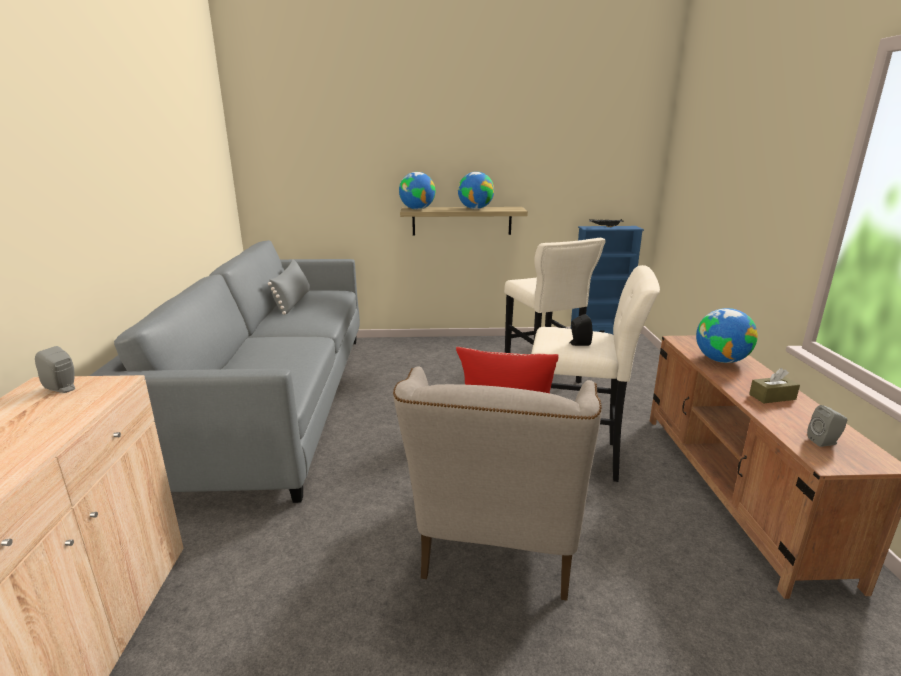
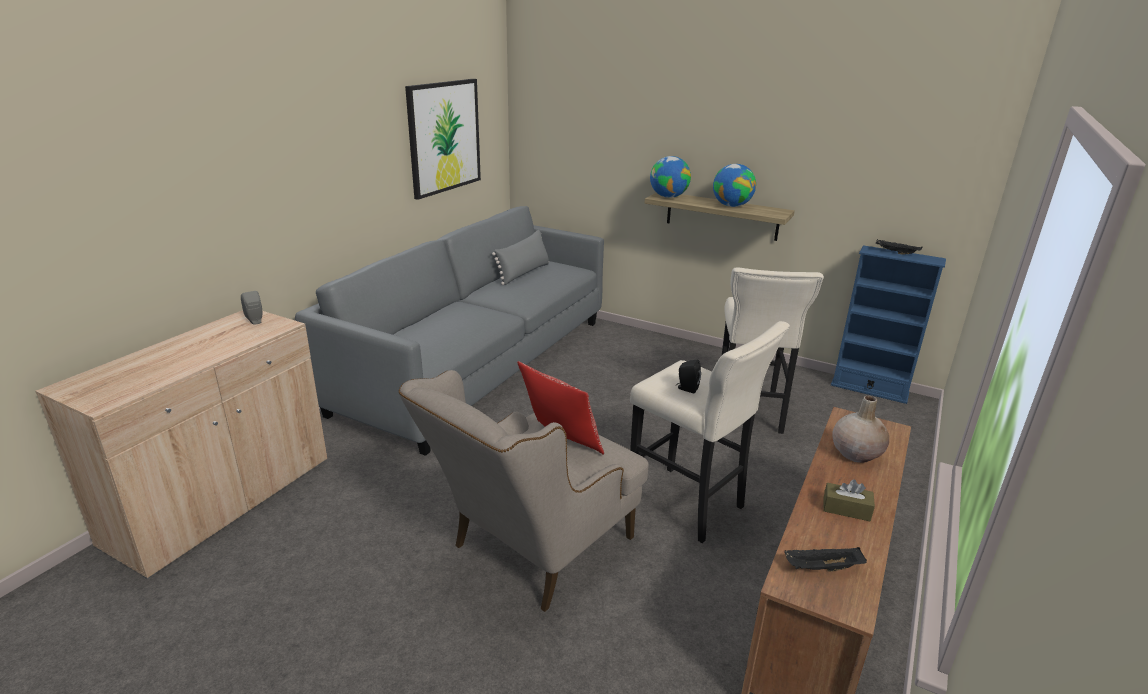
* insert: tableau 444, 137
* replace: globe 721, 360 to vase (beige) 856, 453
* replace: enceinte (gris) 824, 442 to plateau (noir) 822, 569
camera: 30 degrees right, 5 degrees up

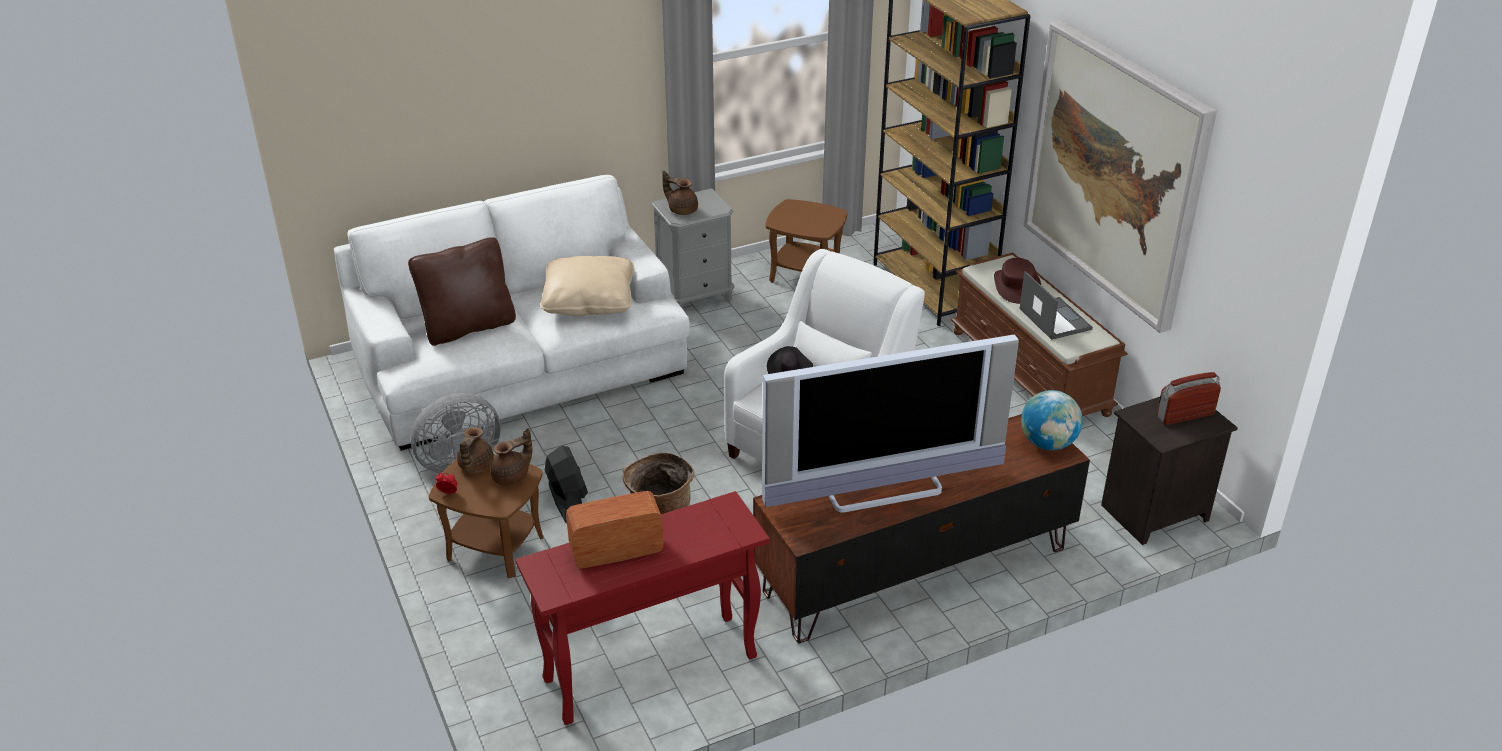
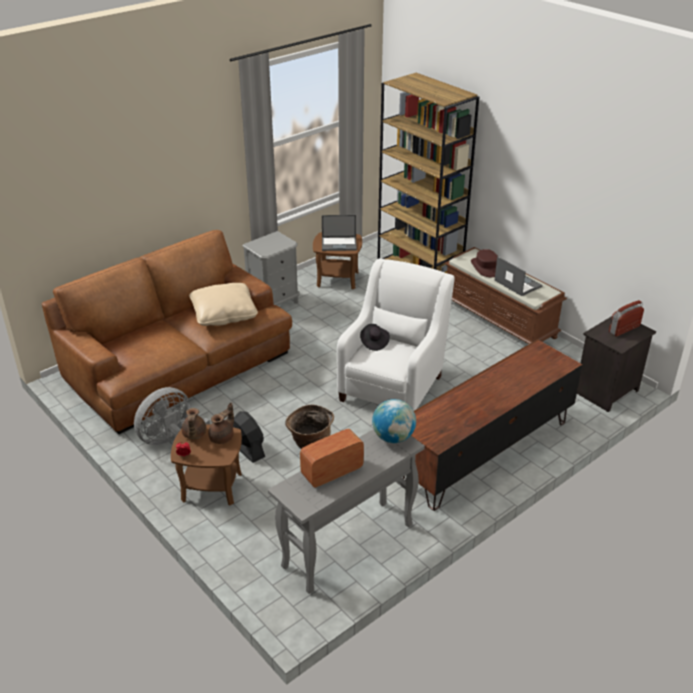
* delete: coussin (marron) 468, 327
* delete: théière (marron) 682, 209
* delete: téléviseur 884, 488
* delete: tableau 1115, 173
* insert: ordinateur portable 339, 243
* move: globe 1048, 444 to 393, 437
* recolor: canapé (blanc) 520, 365 to canapé (marron) 177, 364
* recolor: table console (rouge) 649, 669 to table console (gris) 347, 546
camera: 15 degrees left, 0 degrees up

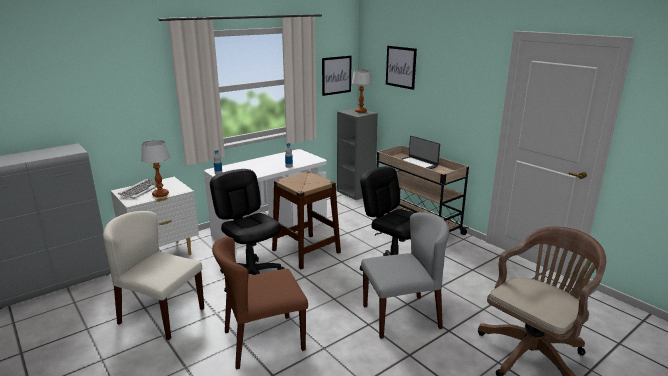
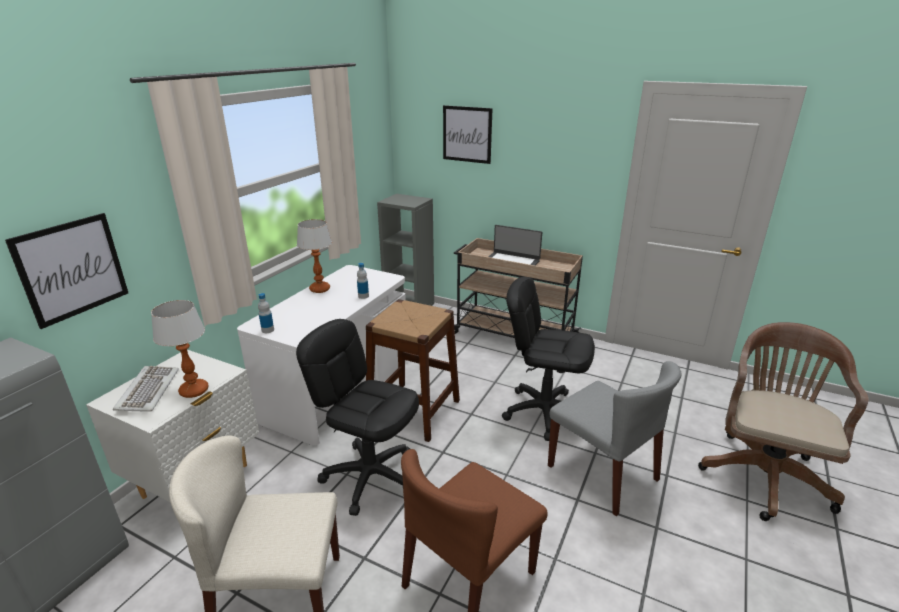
* move: tableau 336, 75 to 72, 269
* move: lampe de table 361, 111 to 320, 289
* rotate: chaise (gris) 401, 316 = 603, 473 90 degrees clockwise
camera: 25 degrees left, 5 degrees up

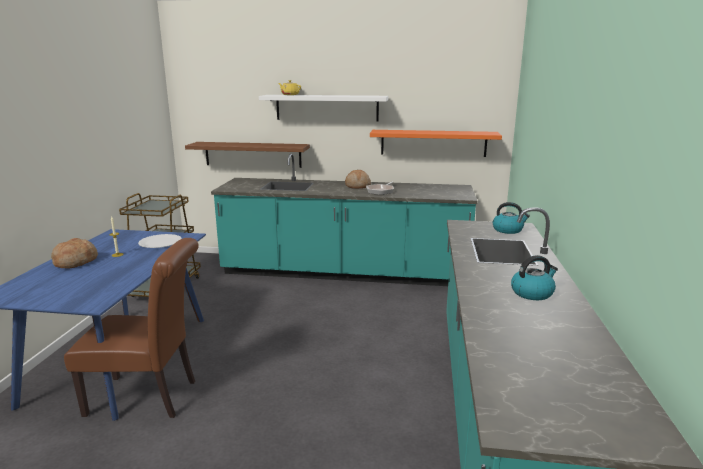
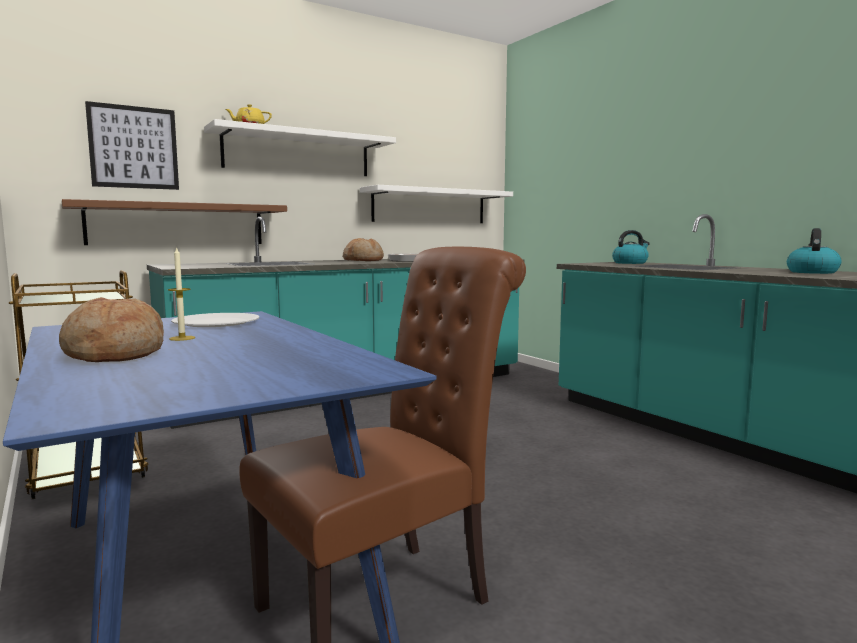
* insert: tableau 134, 147
* recolor: étagère (orange) 433, 143 to étagère (blanc) 430, 206
camera: 40 degrees left, 10 degrees down

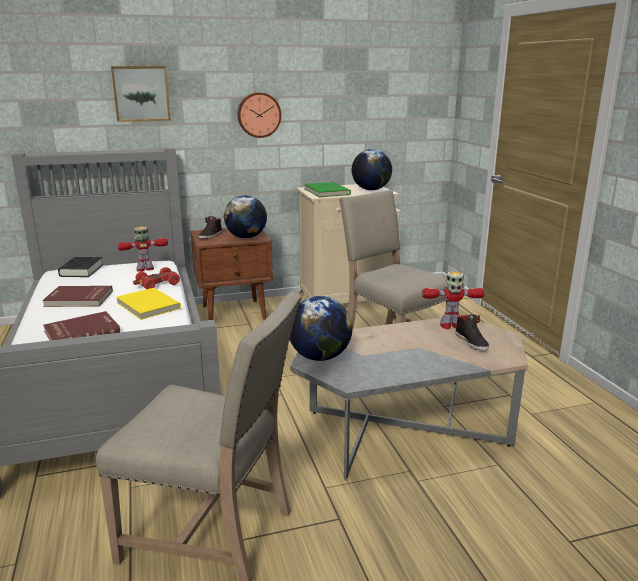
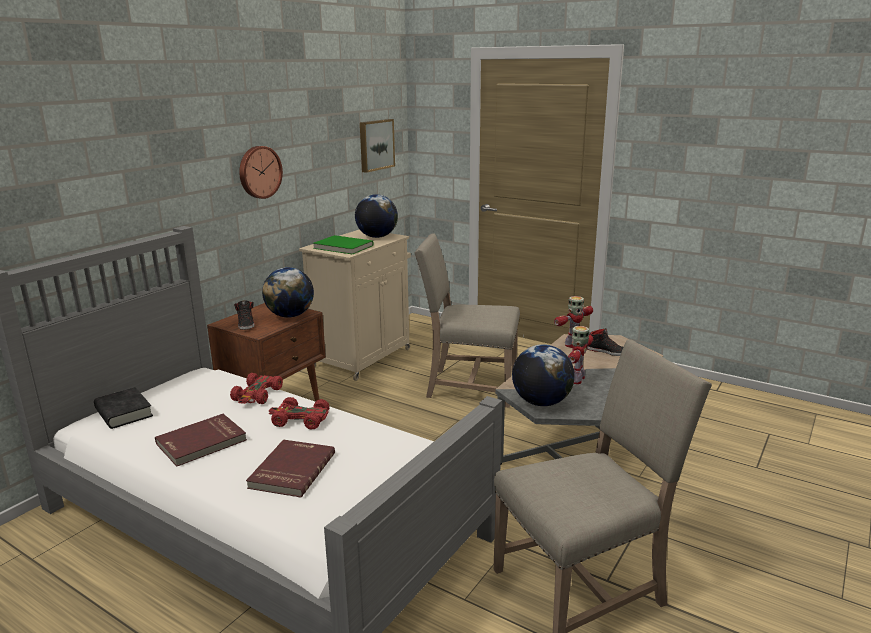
* move: tableau 141, 93 to 375, 145
* move: robot jouet 145, 269 to 576, 379
* replace: livre (jaune) 147, 306 to petite voiture (rouge) 300, 420
camera: 40 degrees left, 0 degrees up

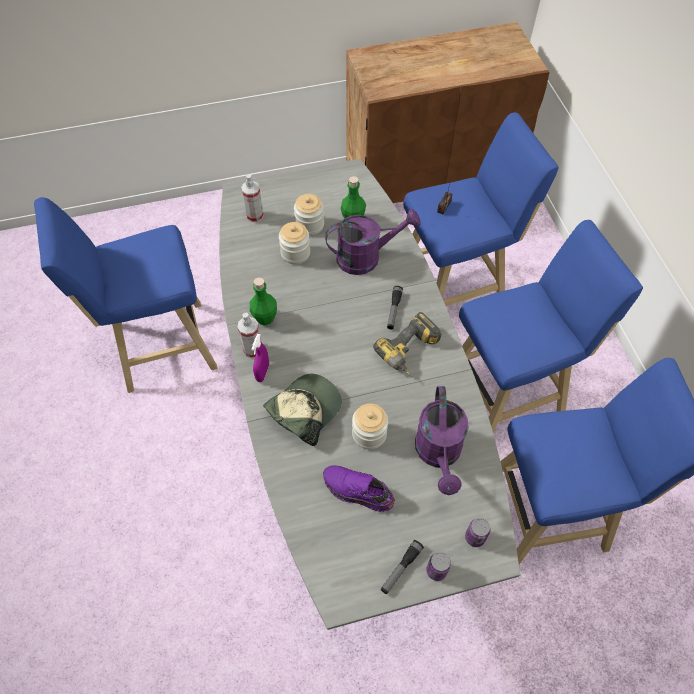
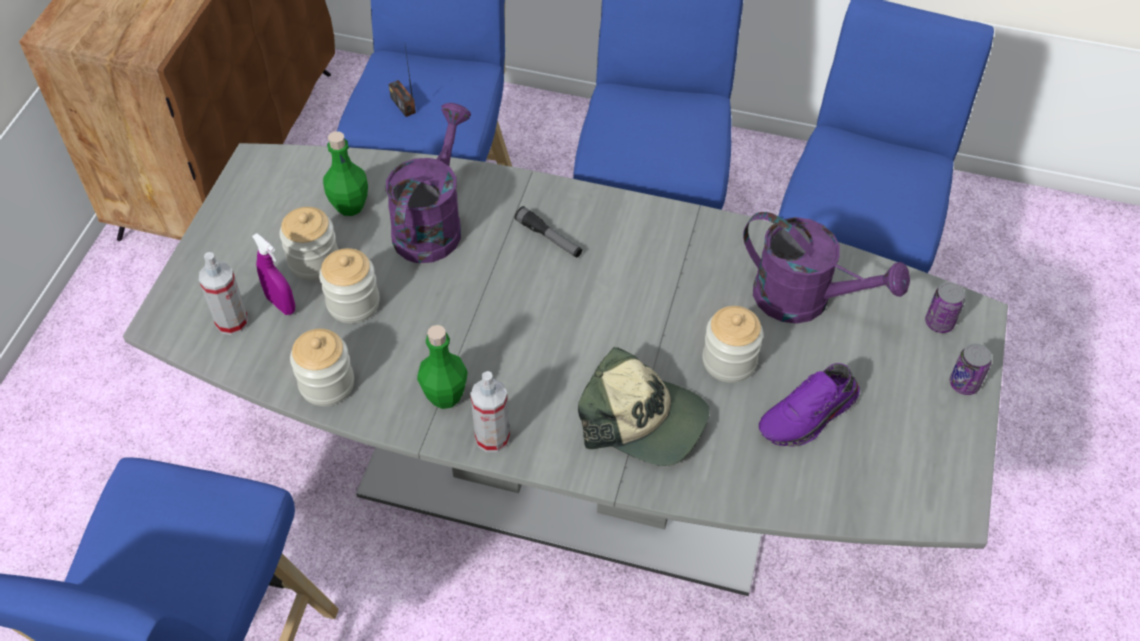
* delete: perceuse 410, 353
* delete: lampe de poche 401, 568
* insert: bocal 327, 384
* move: vaporisateur (violet) 262, 373 to 281, 304
* rotate: casquette 304, 410 = 643, 420 135 degrees clockwise
camera: 60 degrees left, 5 degrees down

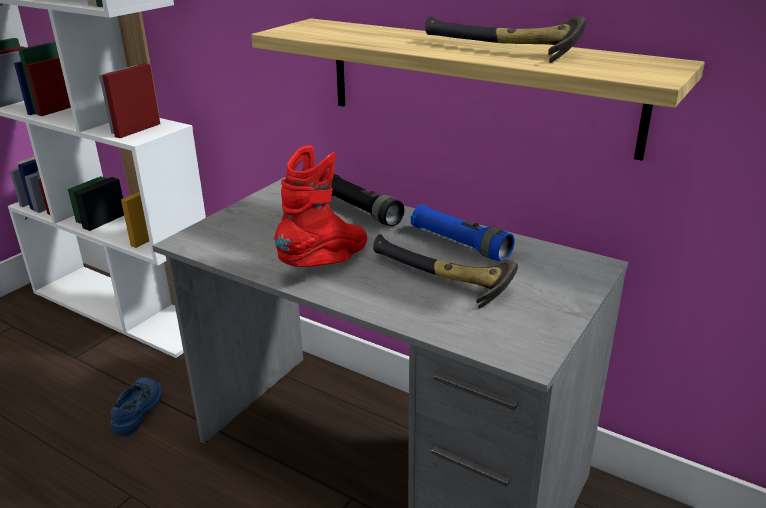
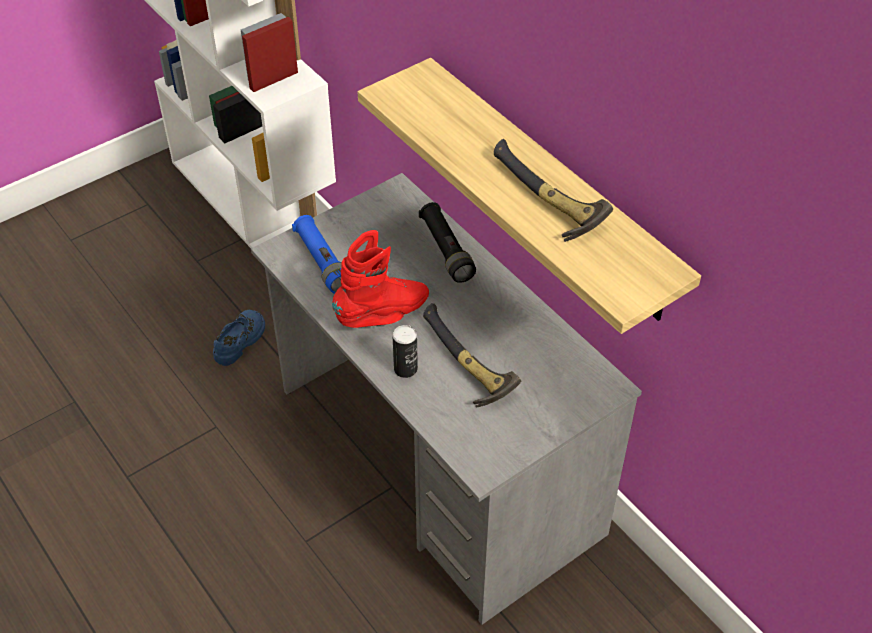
* insert: boîte métallique 405, 369
* move: lampe de poche (bleu) 460, 244 to 322, 262
camera: 20 degrees right, 20 degrees up

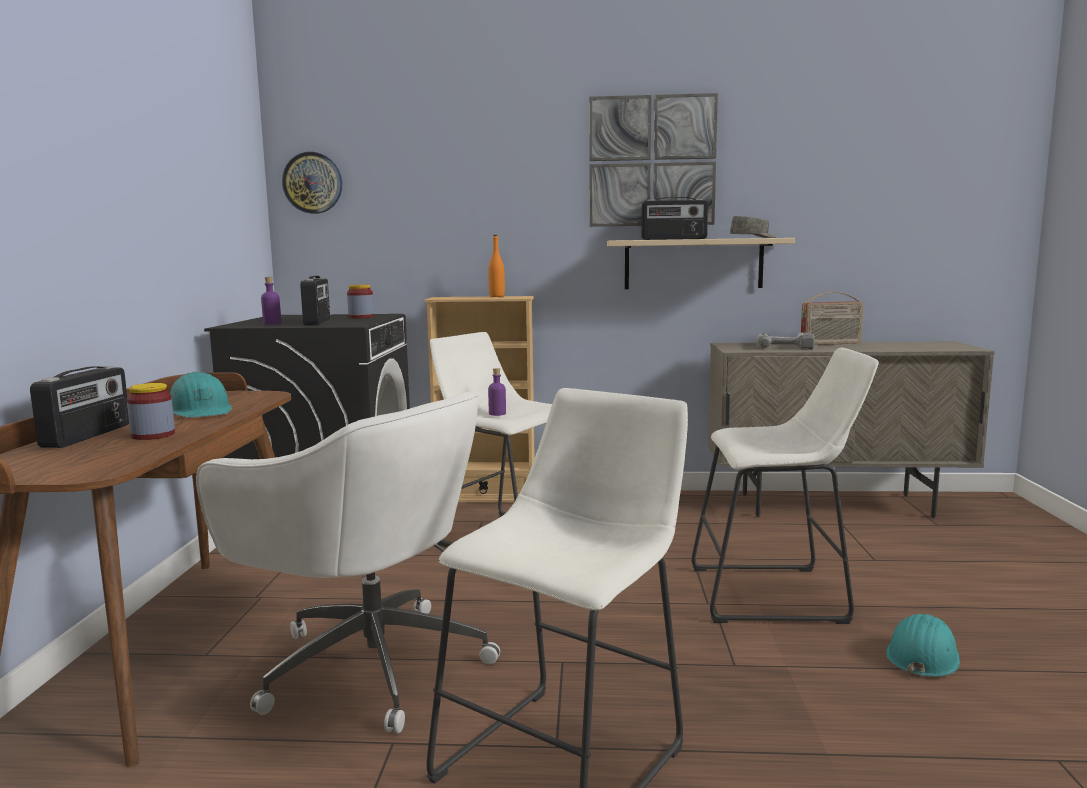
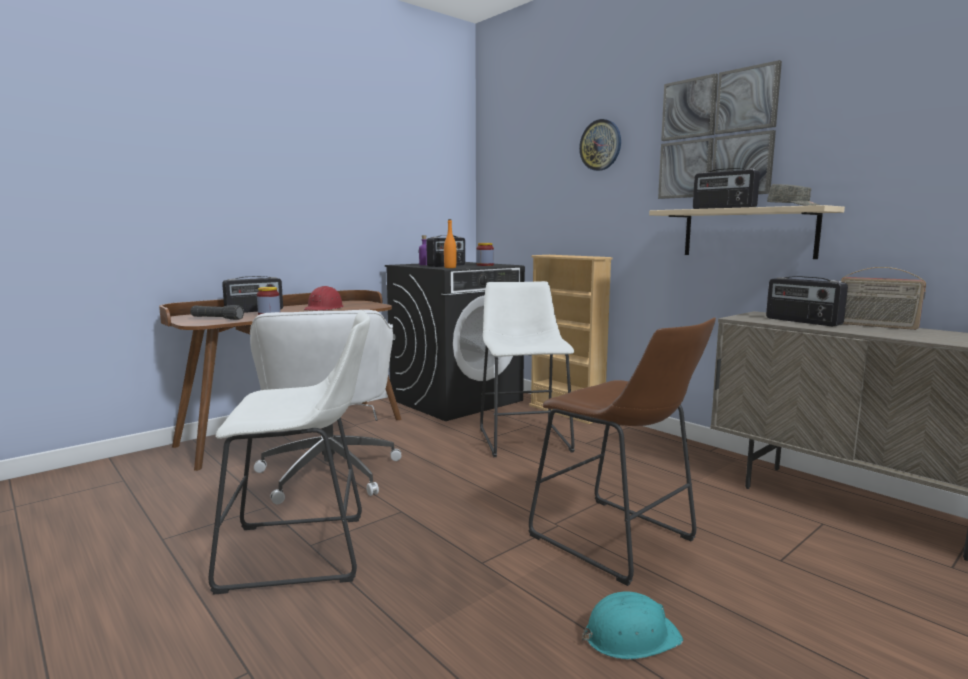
* delete: bouteille (violet) 497, 413
* insert: lampe de poche (noir) 217, 319
* move: horloge murale 313, 183 to 600, 145
* move: bouteille (orange) 497, 296 to 450, 267
* replace: perceuse 782, 347 to radio 802, 321
* recolor: casque de chantier (turquoise) 200, 411 to casque de chantier (rouge) 324, 308
* recolor: tabouret (blanc) 776, 595 to tabouret (marron) 618, 542
camera: 45 degrees right, 0 degrees up

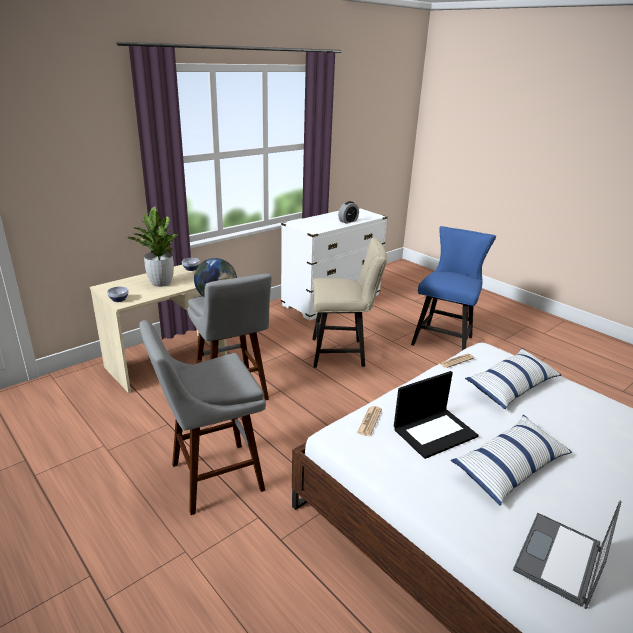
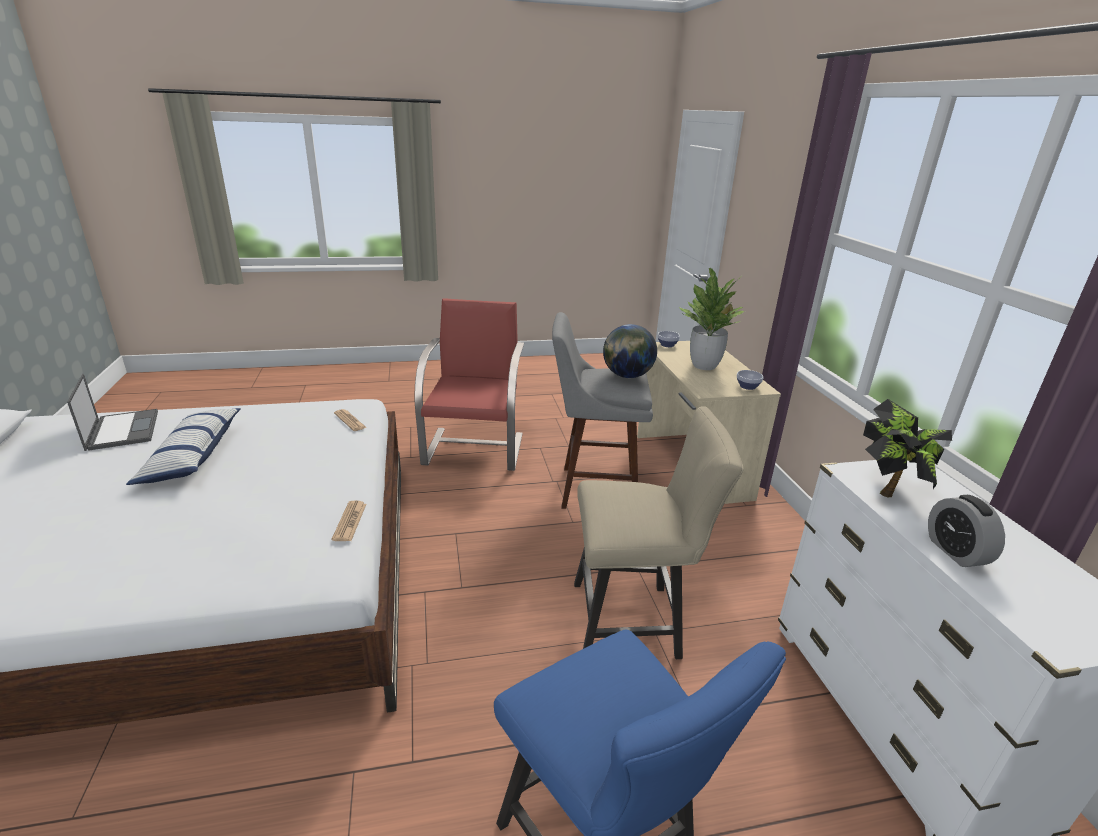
* delete: ordinateur portable 435, 432
* delete: coussin 511, 386
* insert: plante en pot 891, 489
* replace: tabouret (gris) 210, 479 to fauteuil (rouge) 474, 448
* rotate: chaise (beige) 342, 353 = 634, 621 120 degrees counterclockwise
camera: 120 degrees right, 0 degrees up

